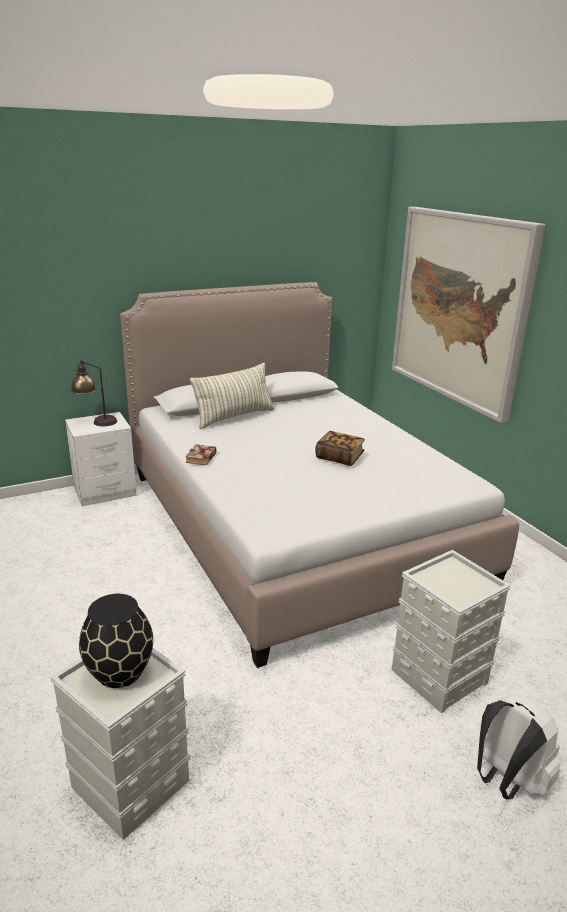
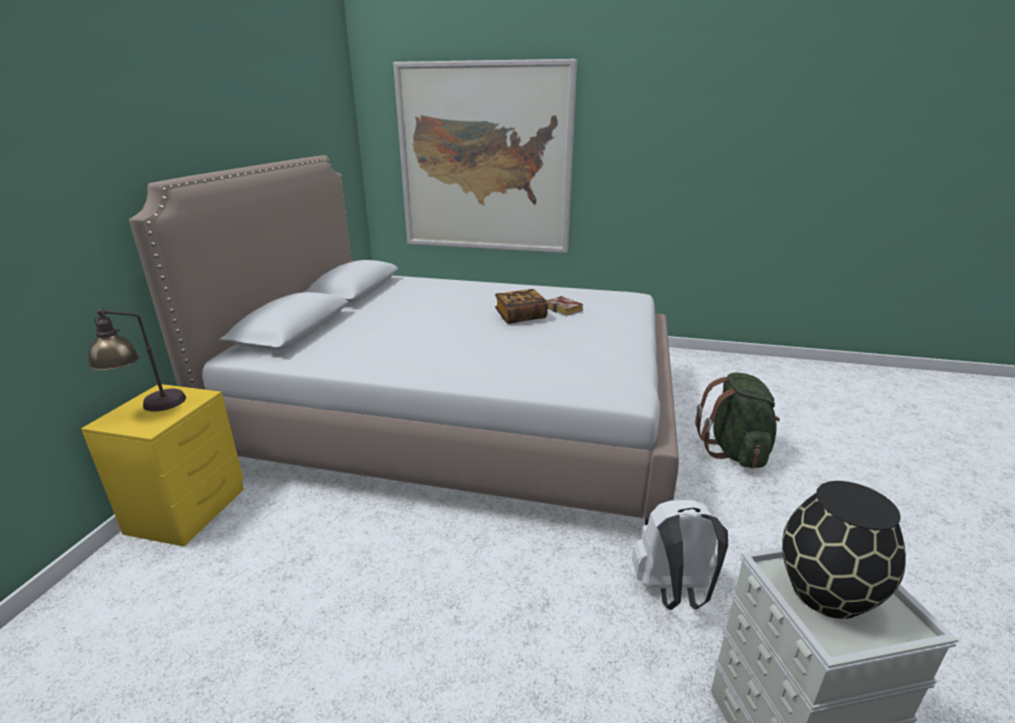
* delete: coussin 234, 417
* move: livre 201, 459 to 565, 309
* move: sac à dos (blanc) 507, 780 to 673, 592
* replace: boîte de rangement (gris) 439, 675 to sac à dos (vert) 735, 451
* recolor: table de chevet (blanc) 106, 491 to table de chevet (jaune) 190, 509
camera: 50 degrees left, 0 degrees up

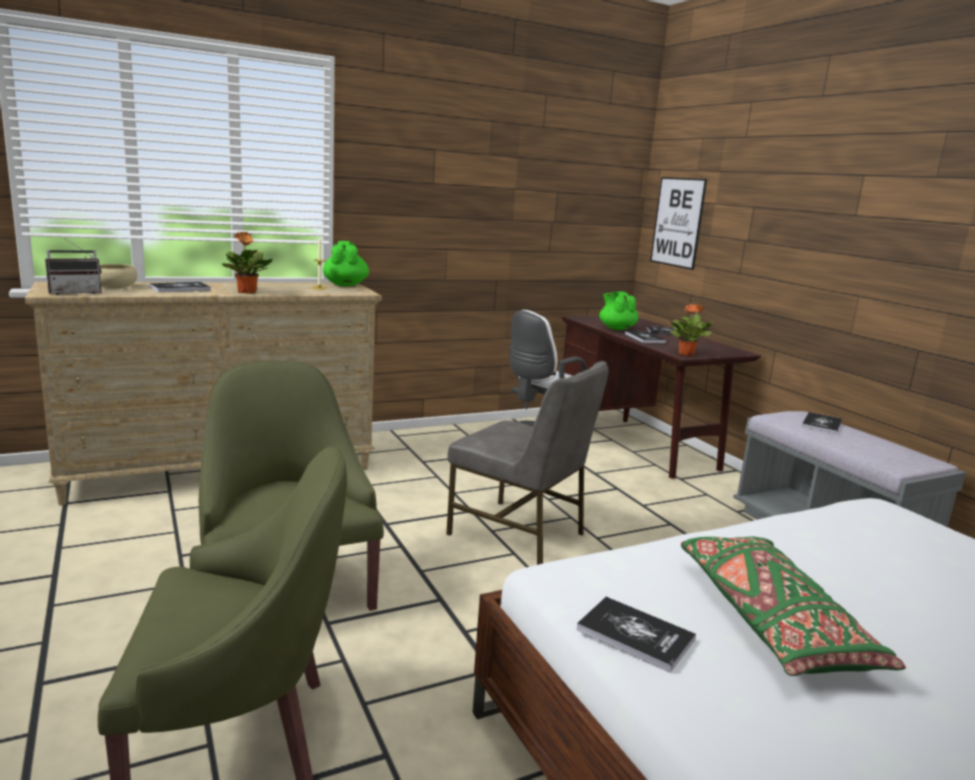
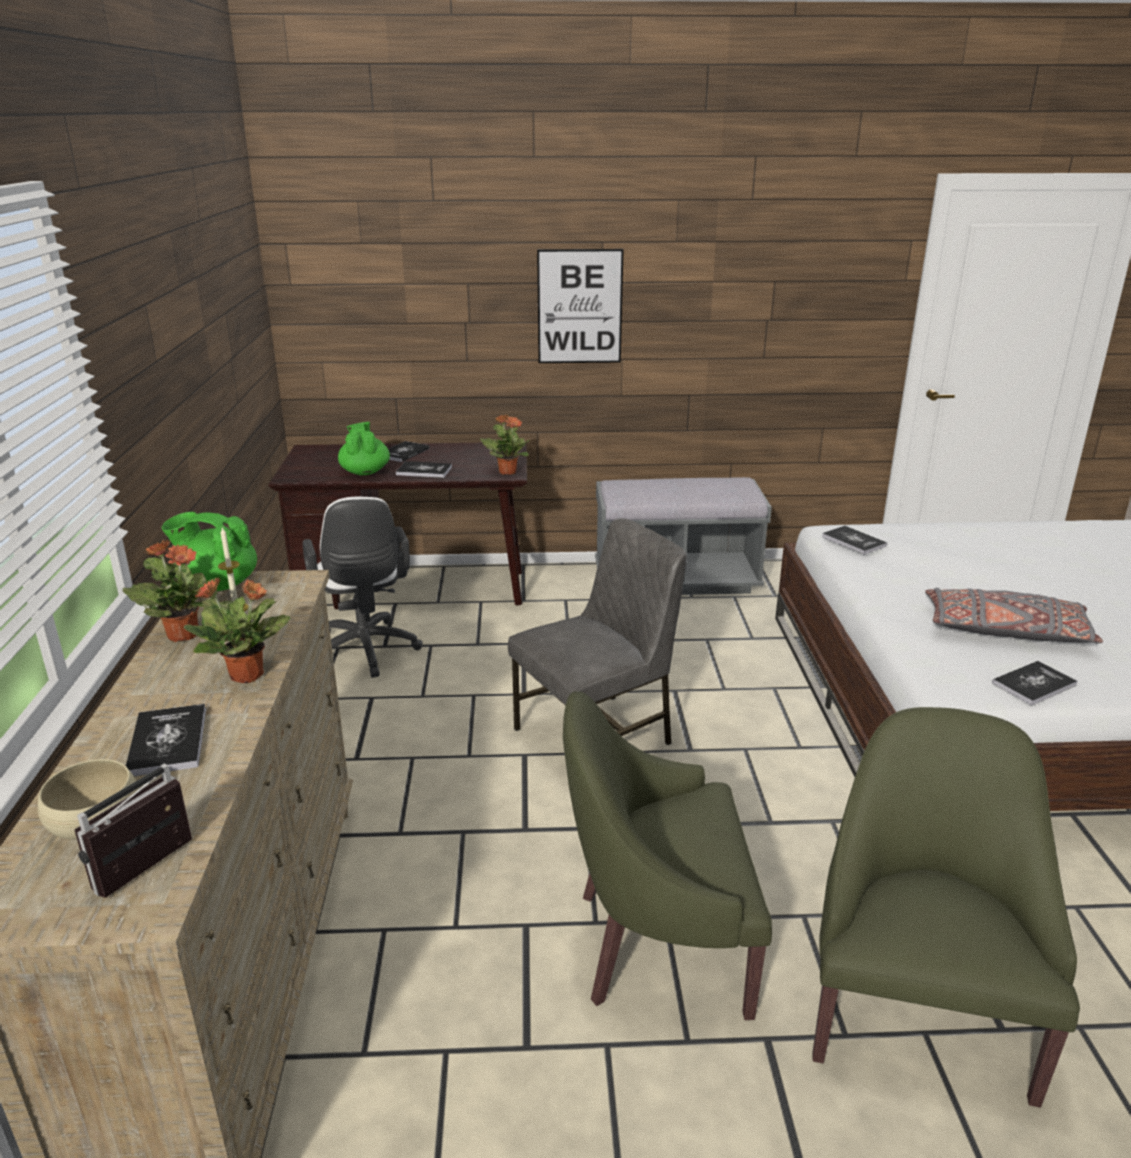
* insert: plante en pot 183, 634
* move: tableau 677, 222 to 579, 307
* move: livre 821, 424 to 854, 541
* recolor: coussin (vert) 770, 621 to coussin (gris) 1005, 631
* rotate: radio 75, 292 = 150, 871 135 degrees counterclockwise
* rotate: théière (vert) 616, 328 = 365, 472 75 degrees clockwise
camera: 65 degrees left, 10 degrees up

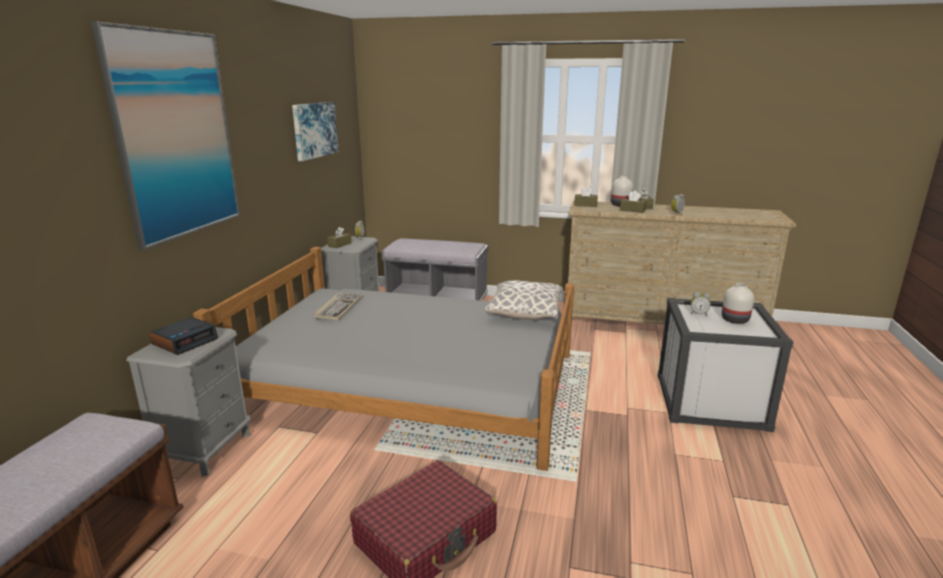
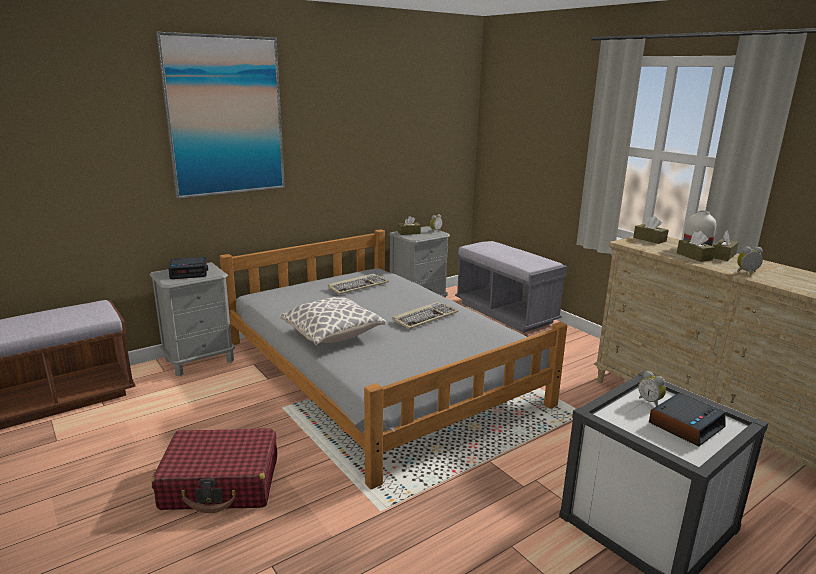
* delete: tableau 314, 130
* insert: clavier 425, 317
* move: coussin 525, 313 to 332, 335
* replace: vase (blanc) 734, 320 to réveil 685, 425
camera: 40 degrees right, 0 degrees up

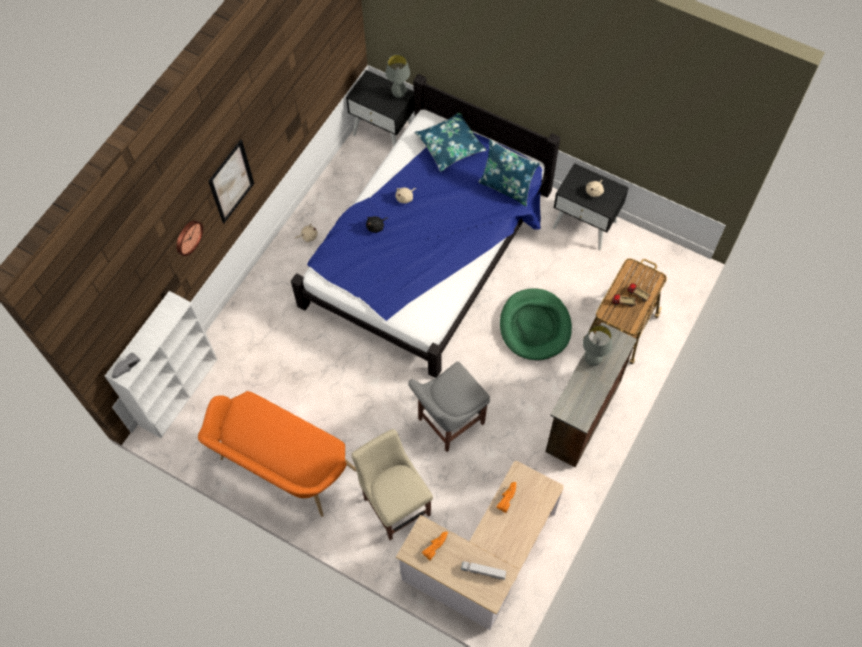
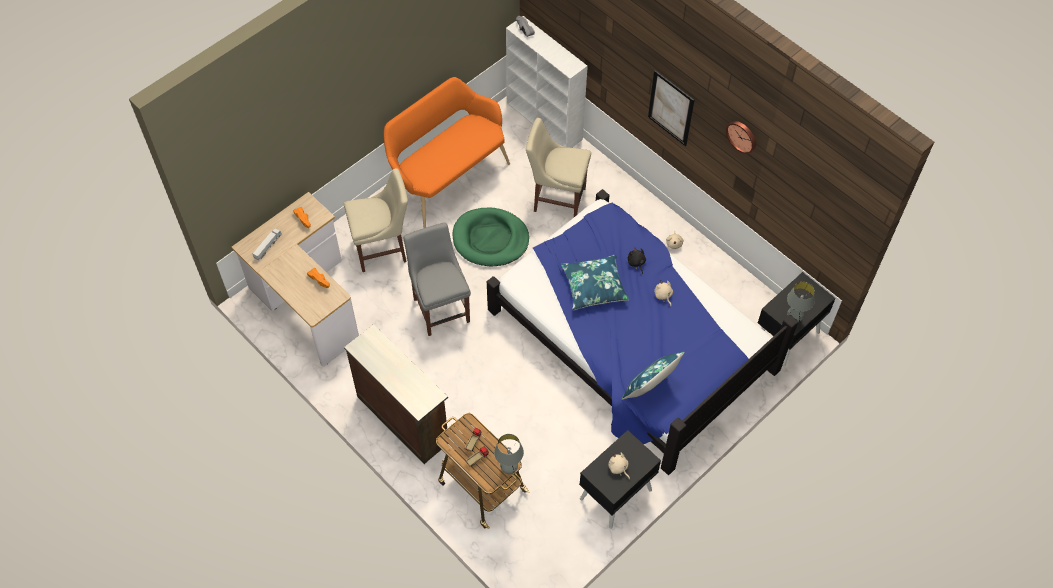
* insert: chaise (beige) 556, 198
* move: horloge murale 188, 237 to 742, 136
* move: coussin (bleu) 450, 146 to 594, 286
* move: panier pour chien (vert) 535, 326 to 490, 239
* move: lampe de table (gris) 592, 361 to 509, 469
camera: 105 degrees right, 5 degrees down

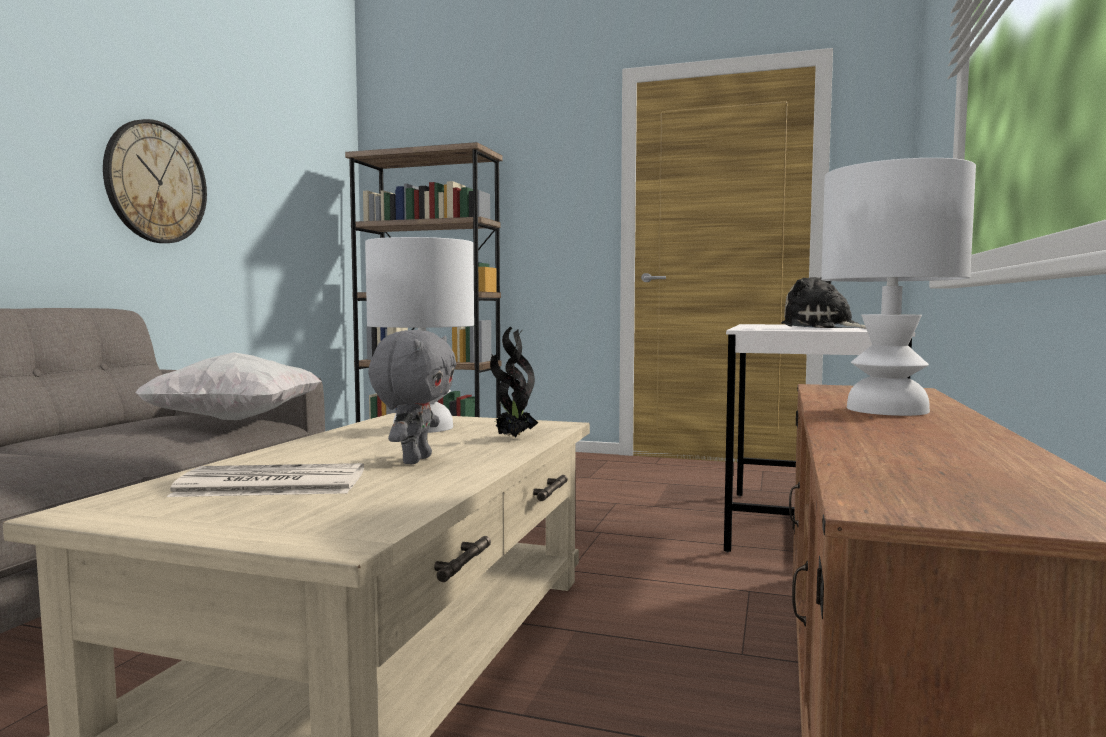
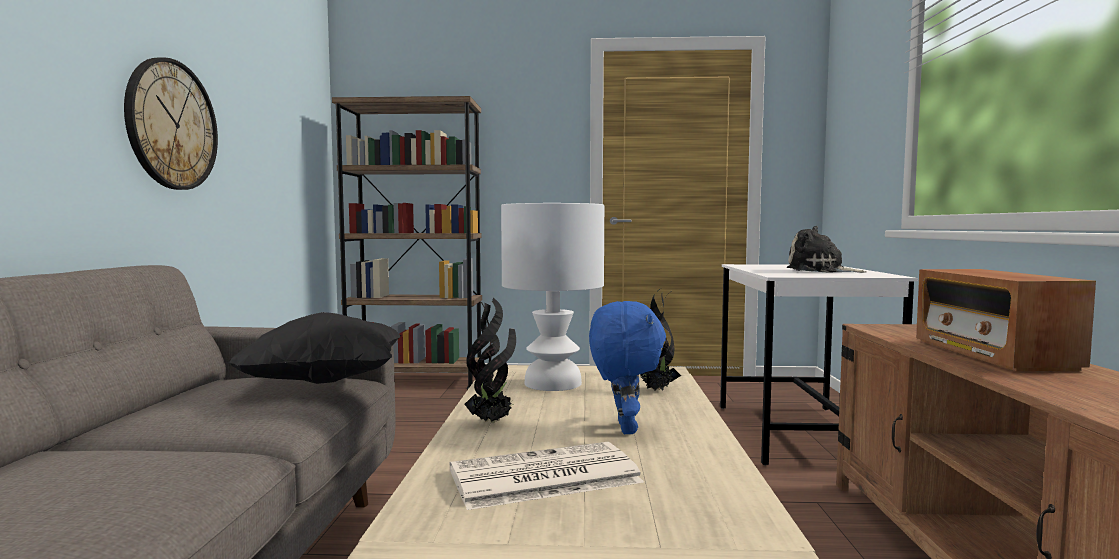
* insert: plante en pot 492, 422
* replace: lampe de table (blanc) 888, 410 to radio 991, 354
* recolor: coussin (blanc) 236, 420 to coussin (noir) 326, 382
* recolor: peluche (gris) 414, 460 to peluche (bleu) 623, 428
camera: 15 degrees left, 0 degrees up

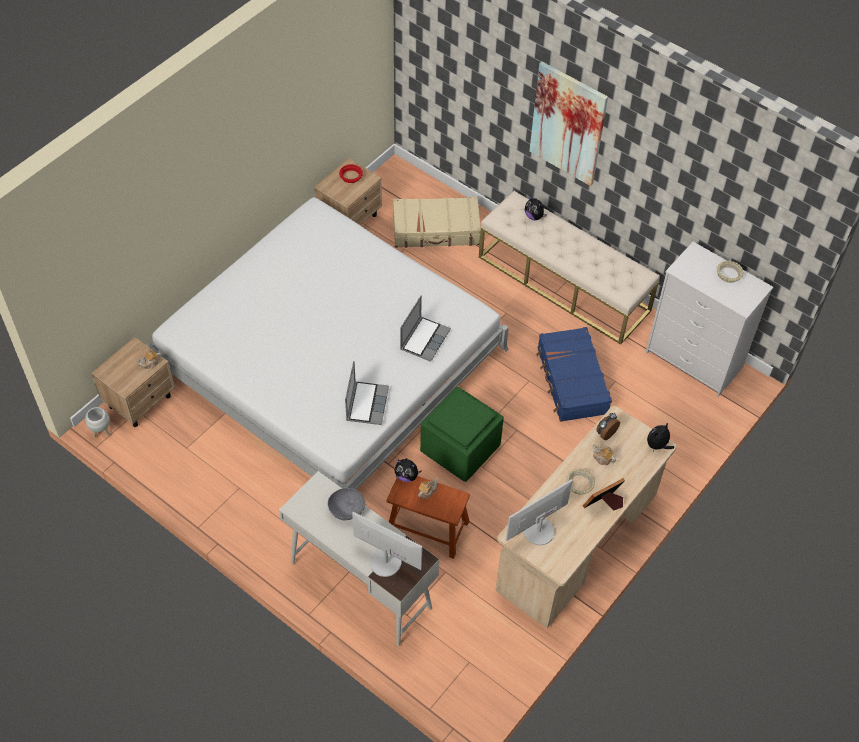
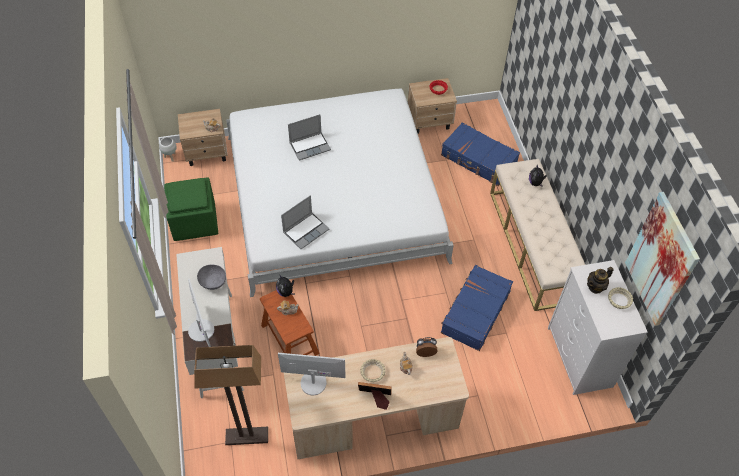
* delete: peluche 657, 446
* insert: lampadaire 247, 436
* insert: théière 595, 287
* move: ordinateur portable 424, 339 to 310, 146
* move: pouf (vert) 460, 448 to 195, 221
* move: tableau 568, 124 to 661, 260
* recolor: valise (beige) 436, 230 to valise (bleu) 478, 160
camera: 40 degrees right, 0 degrees up

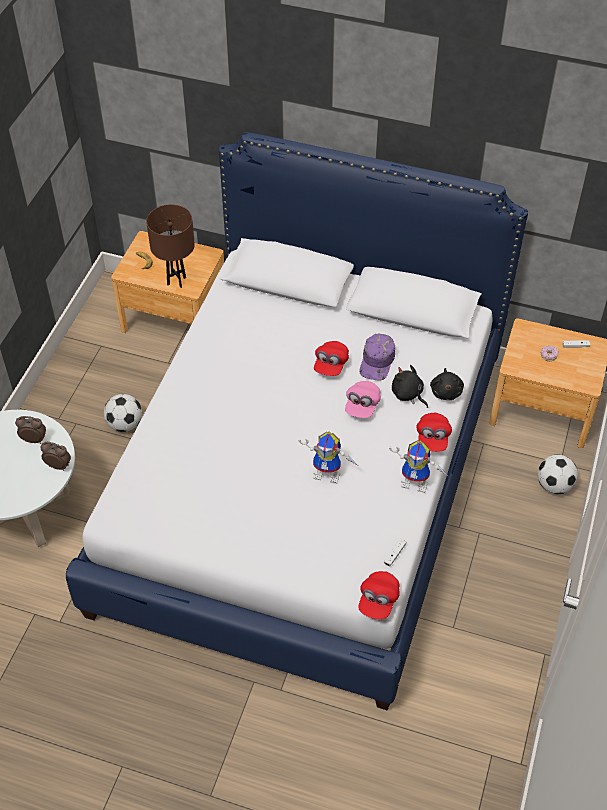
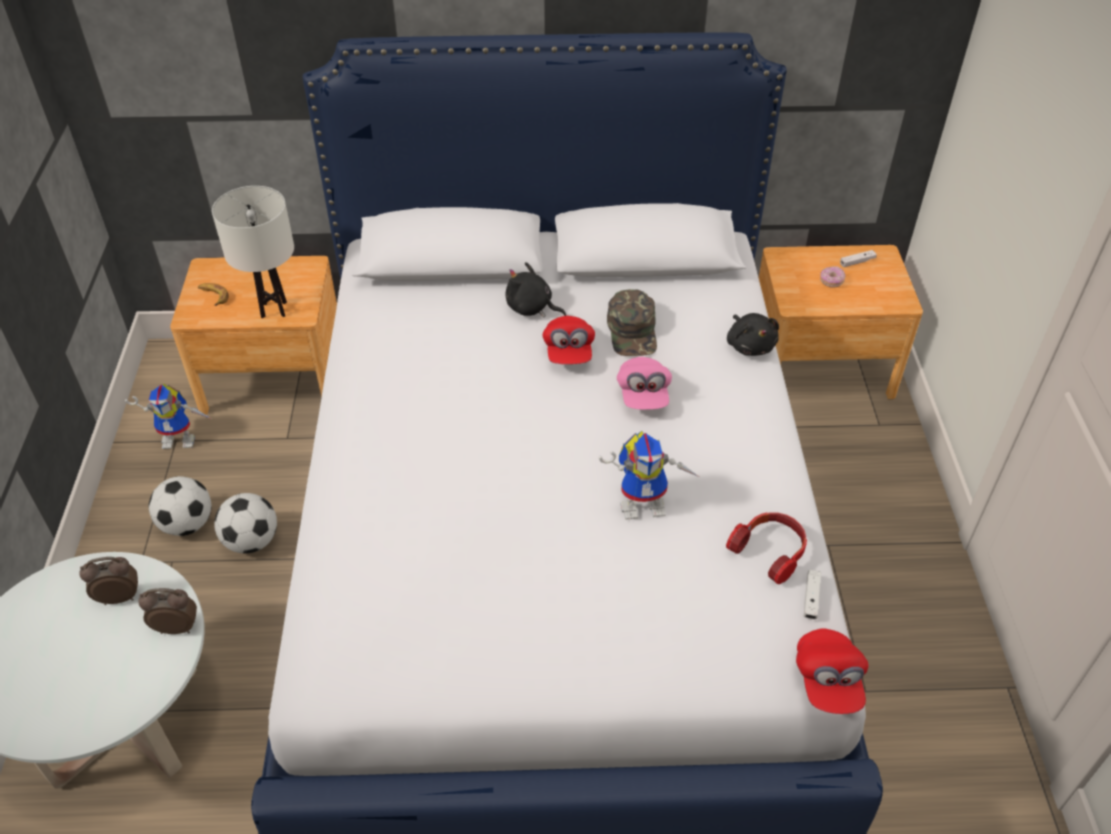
* delete: casquette (rouge) 432, 438
* insert: casque audio 770, 551
* move: robot jouet 417, 481 to 182, 438
* move: peluche (noir) 408, 394 to 531, 308
* move: ballon de foot 554, 485 to 188, 524
* recolor: lampe de table (marron) 176, 281 to lampe de table (blanc) 274, 309
* recolor: casquette (violet) 377, 361 to casquette (vert) 633, 331
camera: 20 degrees left, 5 degrees down

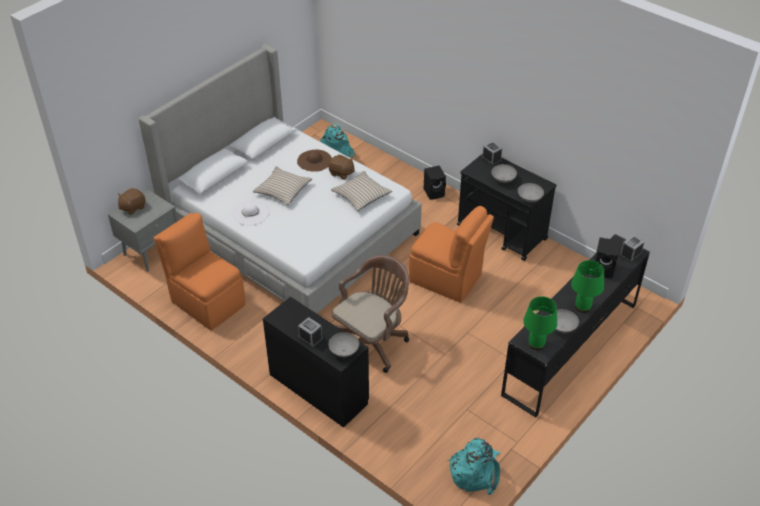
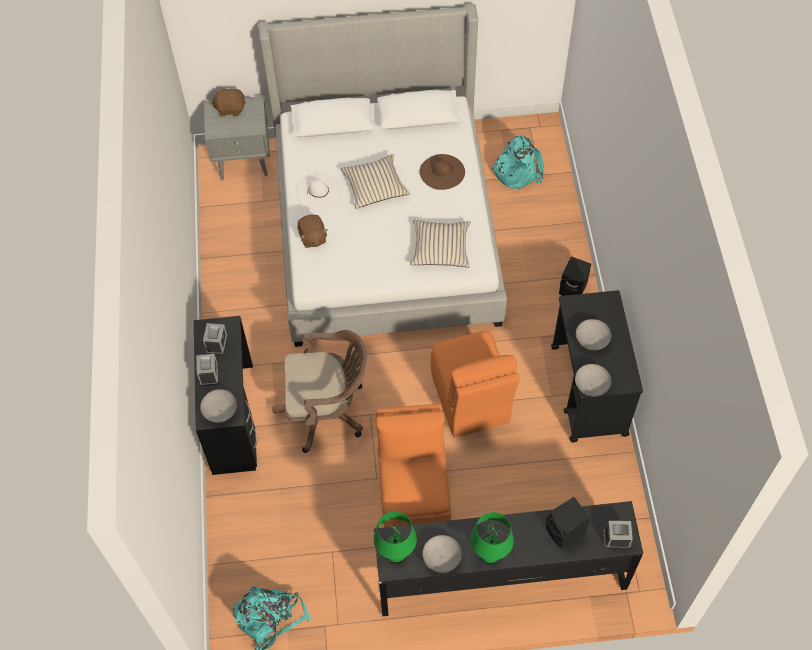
* move: chaise (orange) 207, 302 to 414, 496
* move: peluche (marron) 341, 173 to 312, 238
* move: réveil 491, 159 to 217, 343
camera: 45 degrees right, 15 degrees up

